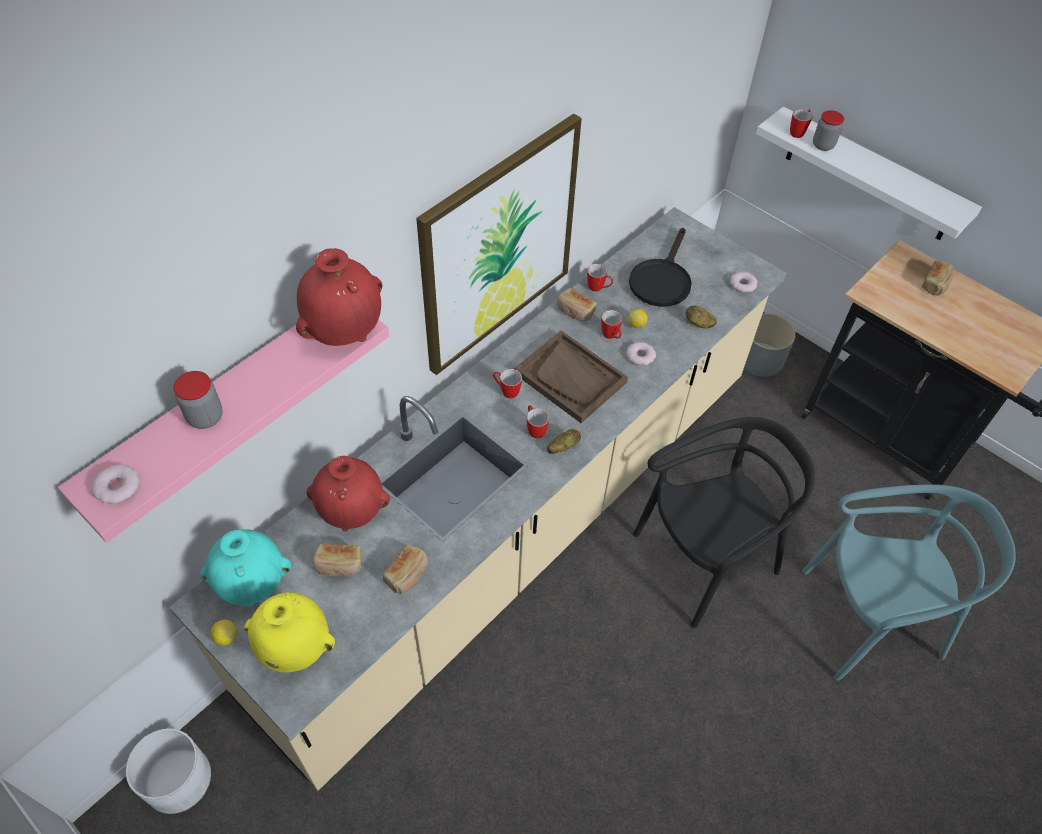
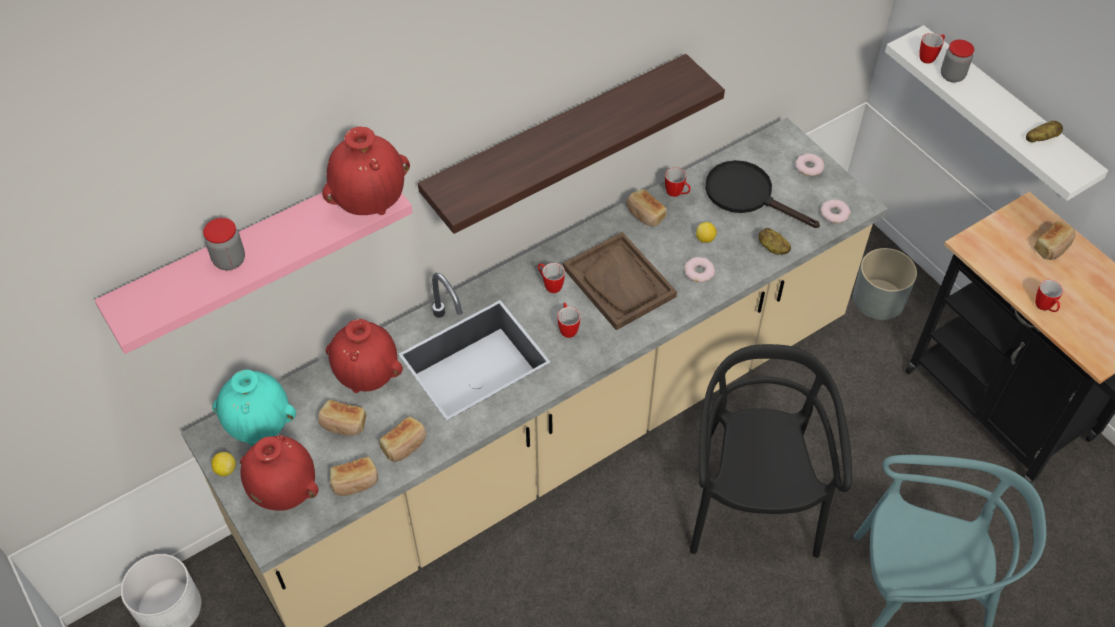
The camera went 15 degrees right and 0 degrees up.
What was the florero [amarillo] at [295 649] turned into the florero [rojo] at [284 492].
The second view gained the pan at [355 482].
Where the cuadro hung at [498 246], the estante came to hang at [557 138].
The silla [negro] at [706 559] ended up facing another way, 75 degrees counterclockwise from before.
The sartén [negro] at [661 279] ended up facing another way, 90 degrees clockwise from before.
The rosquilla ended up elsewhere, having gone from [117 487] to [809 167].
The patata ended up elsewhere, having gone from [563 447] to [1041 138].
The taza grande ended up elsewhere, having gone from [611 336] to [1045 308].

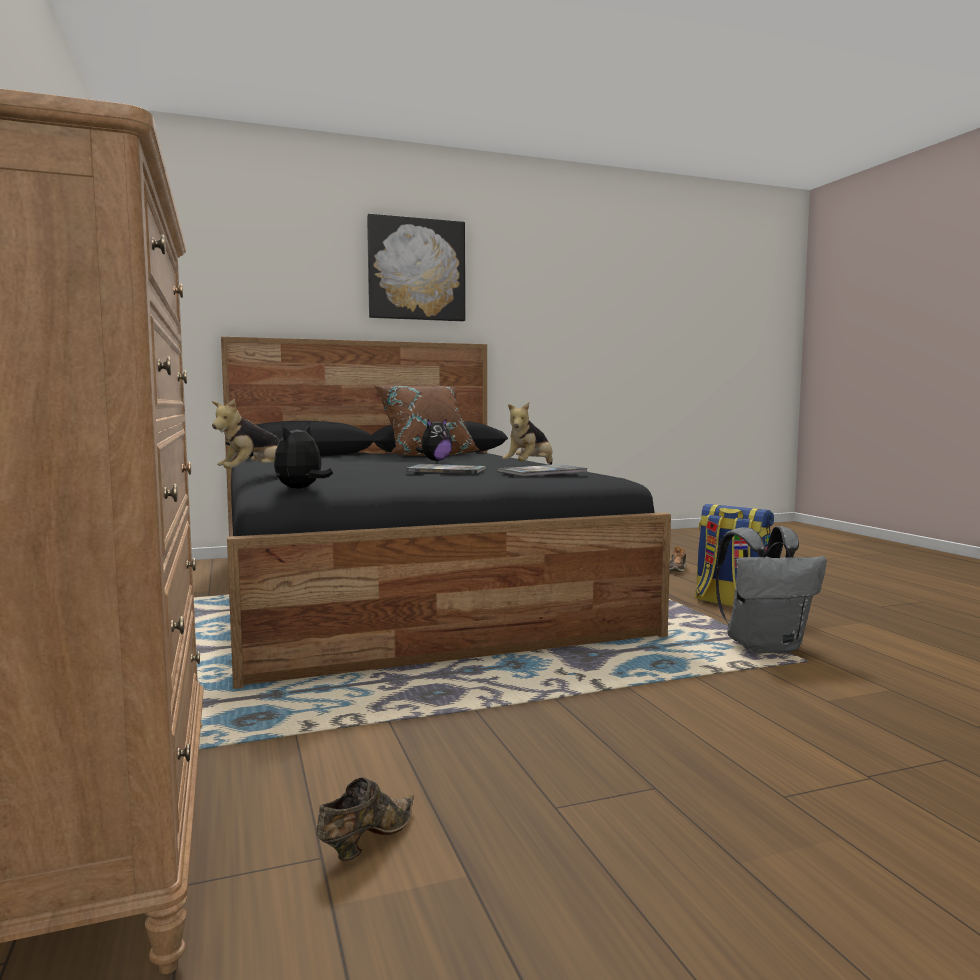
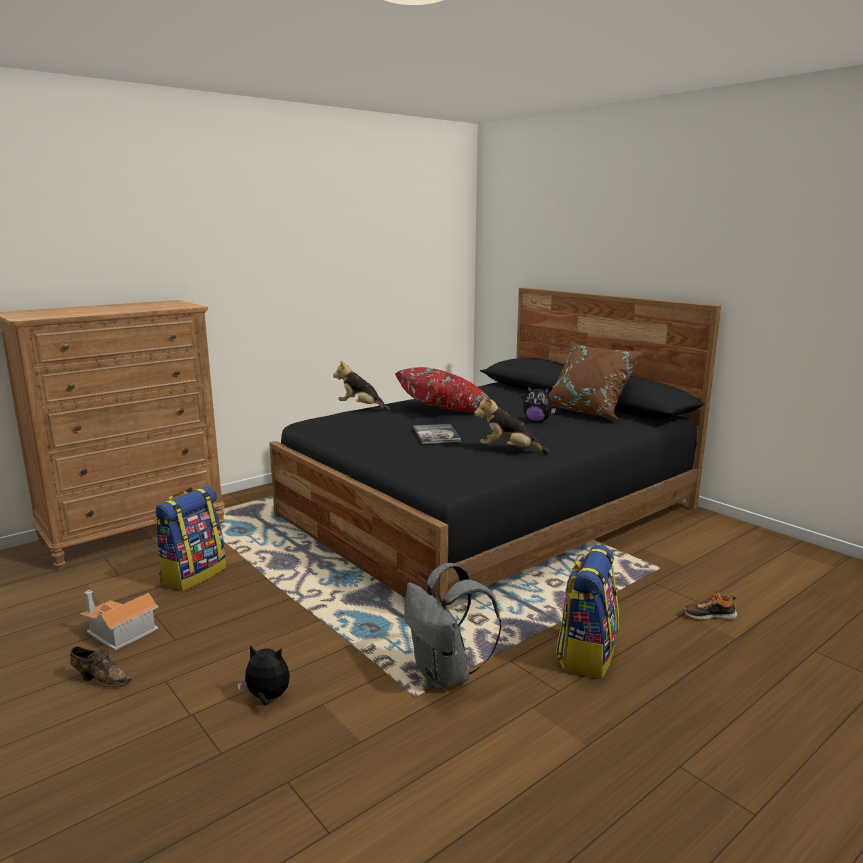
The camera went 70 degrees right and 10 degrees up.
The zapato [marrón] ended up elsewhere, having gone from [365 841] to [100 679].
The second view gained the casita at [119 633].
The second view gained the mochila at [193 575].
The peluche ended up elsewhere, having gone from [301 489] to [267 698].
The second view gained the cojín [rojo] at [446 409].
The second view lost the cuadro at [416 269].
The second view lost the libro at [542 472].

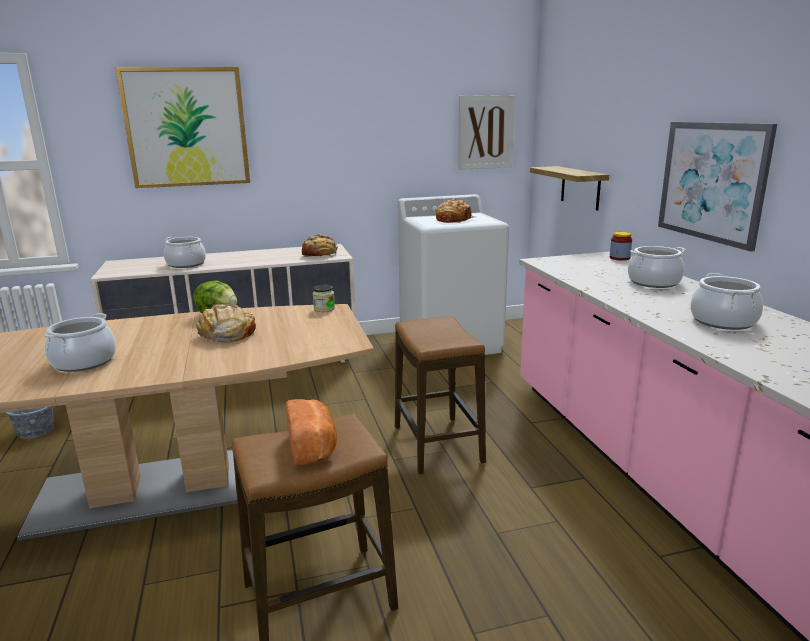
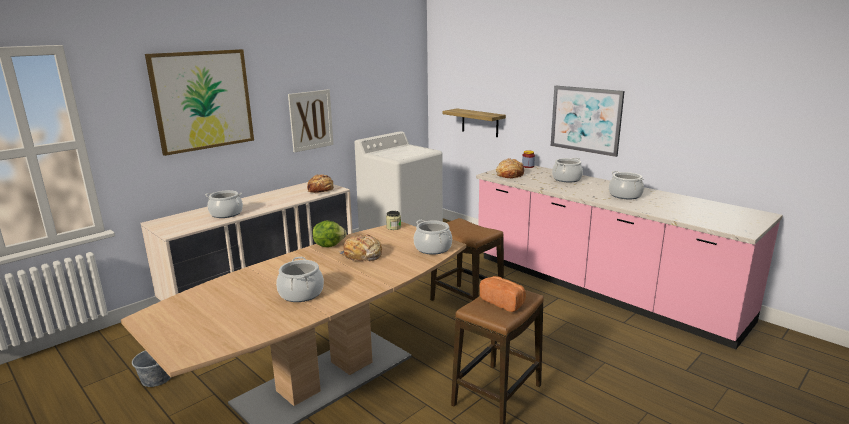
The camera went 30 degrees left and 0 degrees up.
The cuadro ended up elsewhere, having gone from [485 132] to [311 120].
The second view gained the olla at [432 248].
The pan ended up elsewhere, having gone from [453 220] to [510 174].

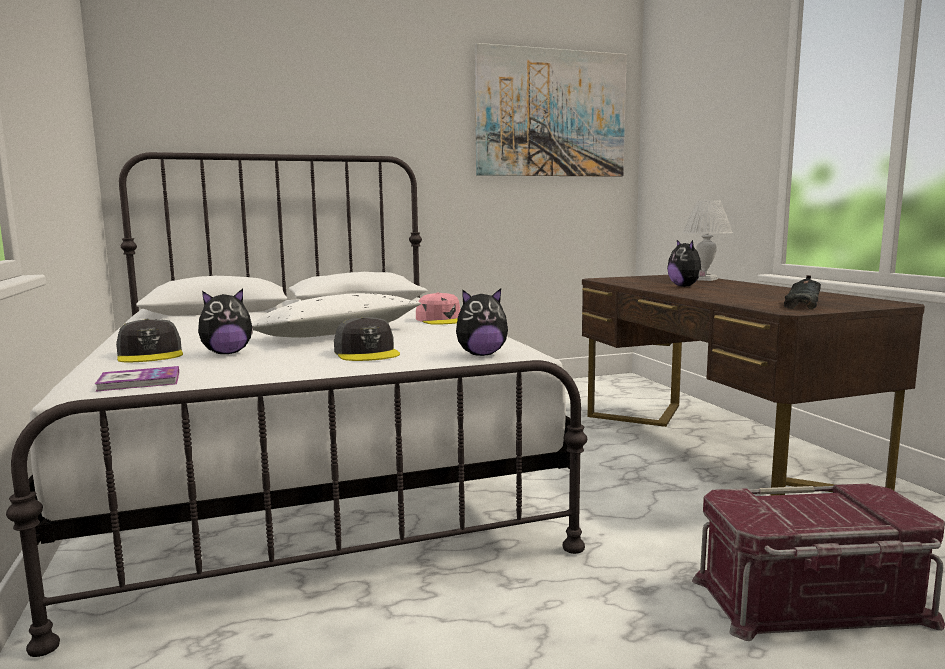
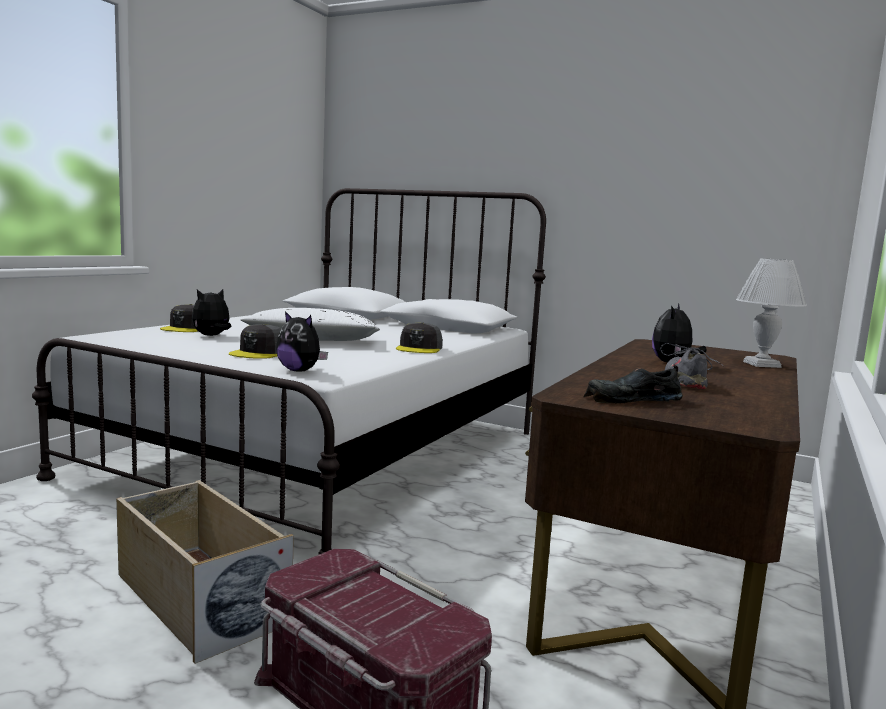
The camera went 45 degrees right and 0 degrees up.
The second view gained the caja de almacenaje [beis] at [198 599].
The peluche at [227 353] ended up facing another way, 120 degrees clockwise from before.
What was the gorra [rosa] at [442 320] turned into the gorra [gris] at [419 348].
The second view gained the zapato [gris] at [686 381].
The second view lost the libro at [139 381].
The second view lost the cuadro at [551 114].

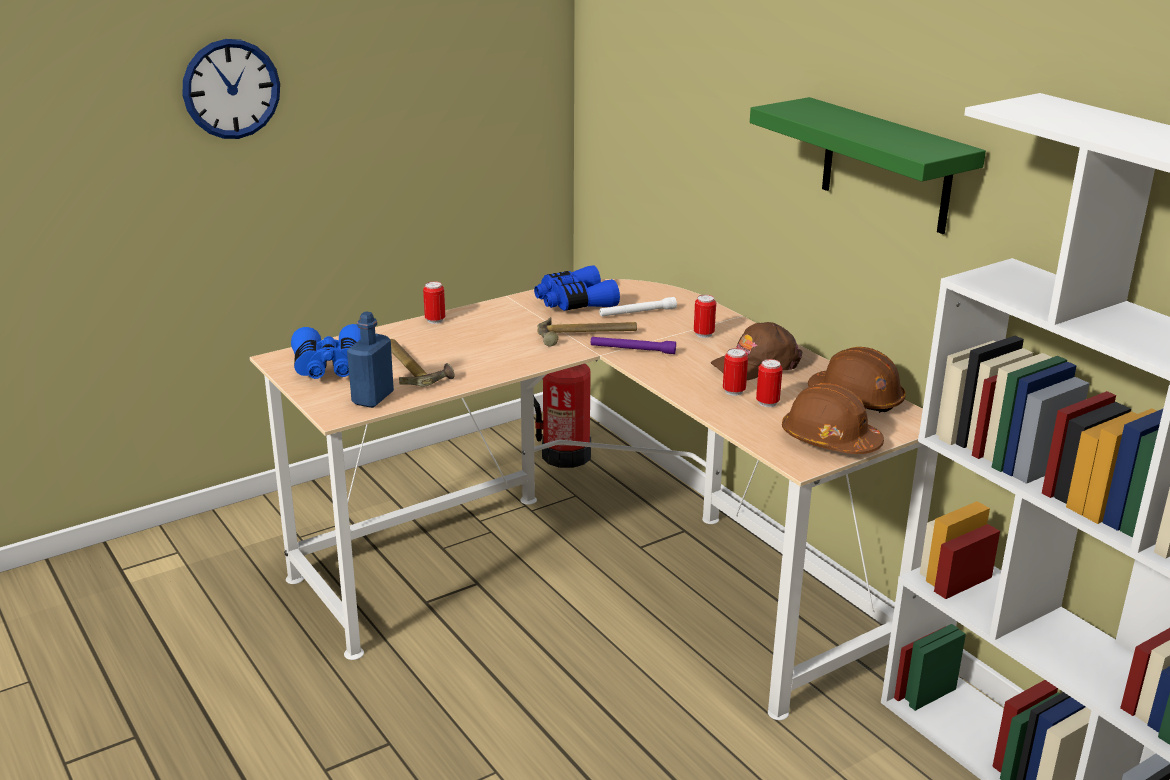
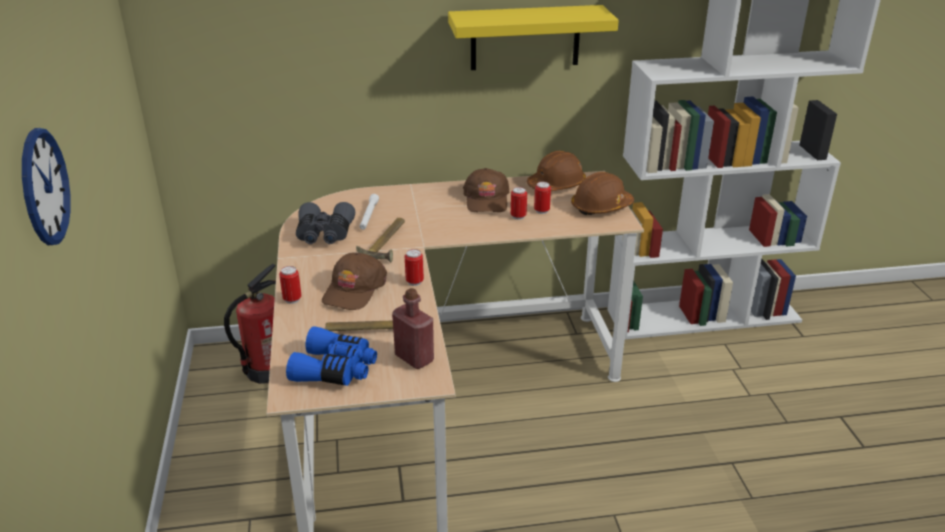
The camera went 65 degrees left and 5 degrees up.
What was the prismáticos [azul] at [574 303] turned into the prismáticos [gris] at [324 234].
The second view gained the gorra [marrón] at [354 290].
What was the botella [azul] at [373 398] turned into the botella [rojo] at [414 358].
The lata ended up elsewhere, having gone from [703 334] to [414 282].
What was the estante [verde] at [886 166] turned into the estante [amarillo] at [525 37].
The second view lost the linterna [morado] at [632 350].

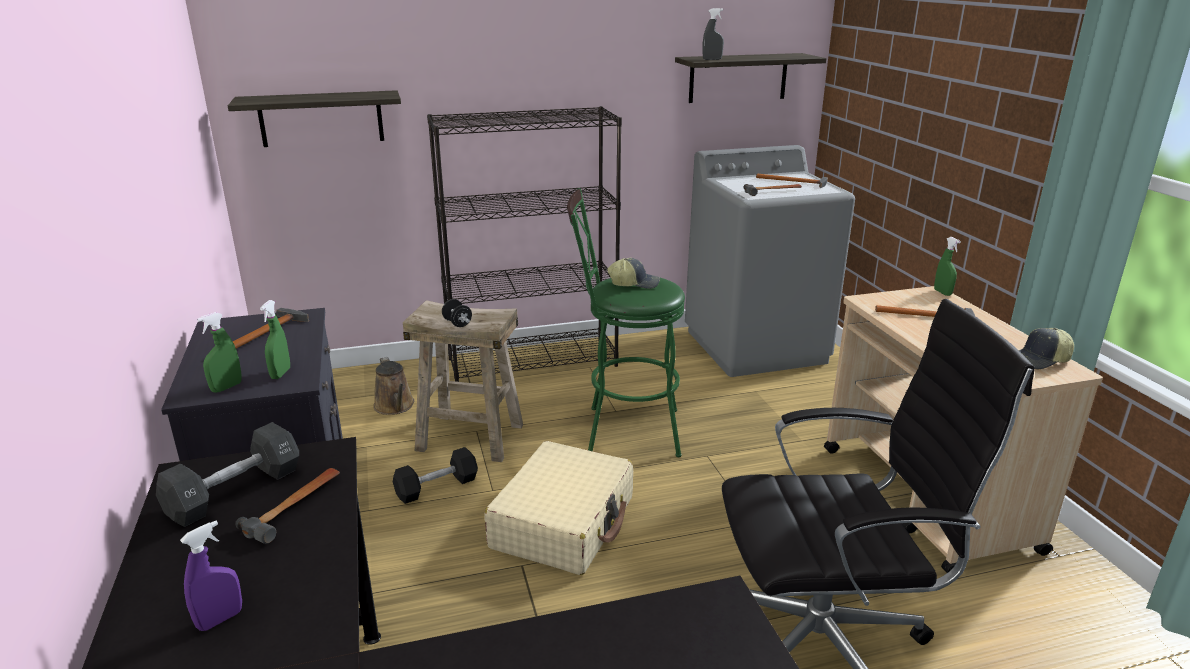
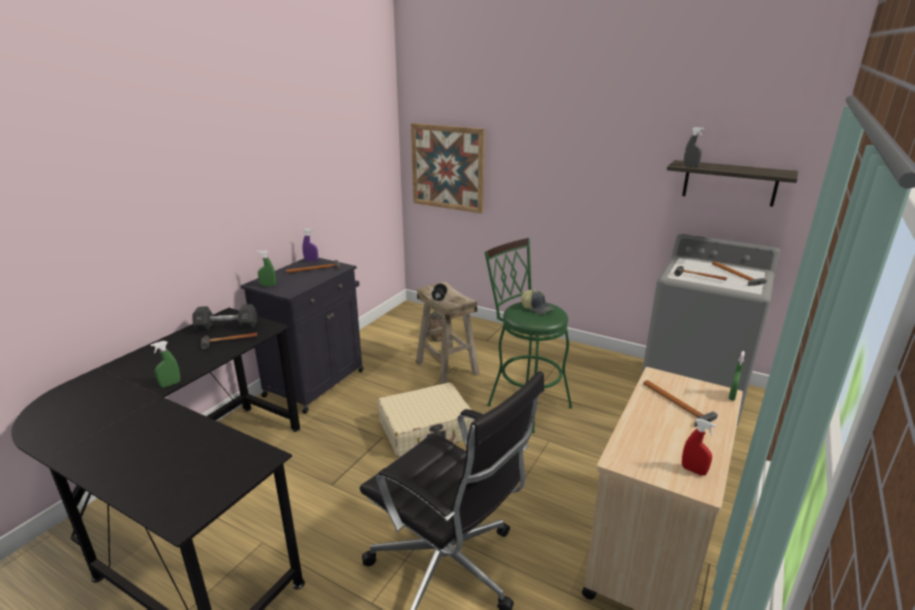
The camera went 45 degrees right and 0 degrees up.
The pulverizador [verde] ended up elsewhere, having gone from [280 374] to [170 384].
The pulverizador [morado] ended up elsewhere, having gone from [220 619] to [311 260].
Where the estante hung at [321 118], the cuadro came to hang at [447 167].
Where the gorra stood at [1040 360], the pulverizador [rojo] came to stand at [693 470].
The second view lost the mancuerna [negro] at [437 487].
The second view lost the estantería [negro] at [533 362].

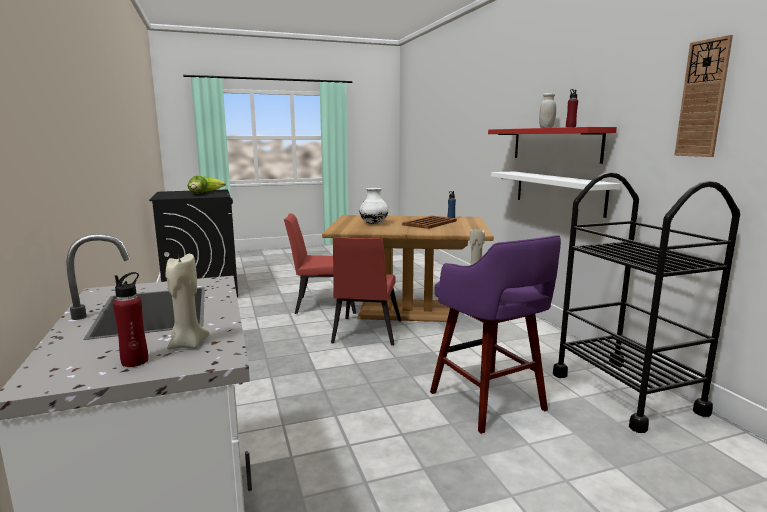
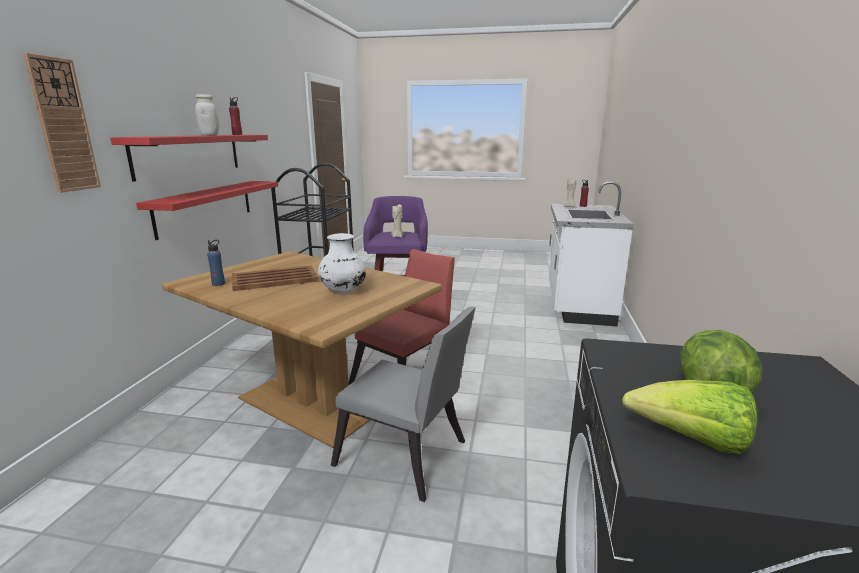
The camera went 150 degrees left and 5 degrees up.
The reloj de pared ended up elsewhere, having gone from [703 99] to [63 126].
What was the estante [blanco] at [558 192] turned into the estante [rojo] at [206 207].
What was the silla [rojo] at [321 305] turned into the silla [gris] at [407 458].

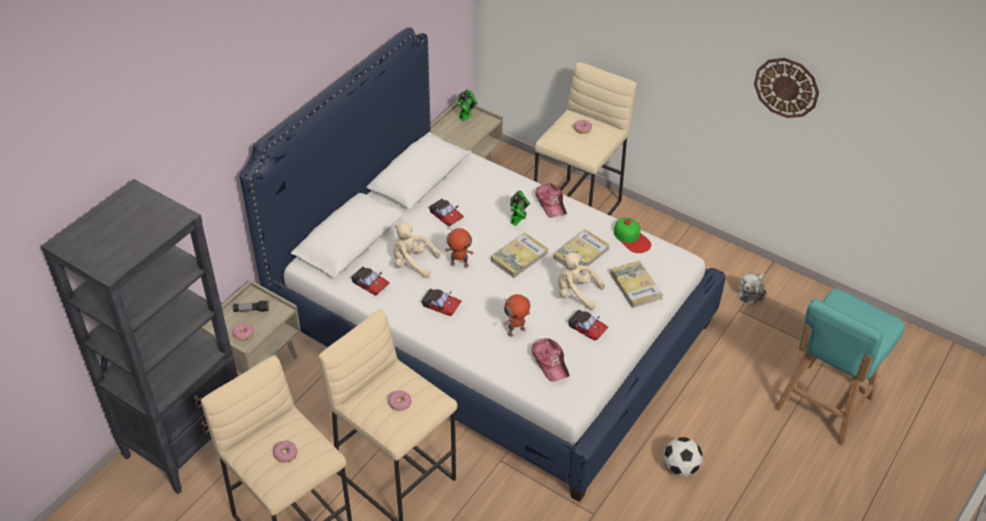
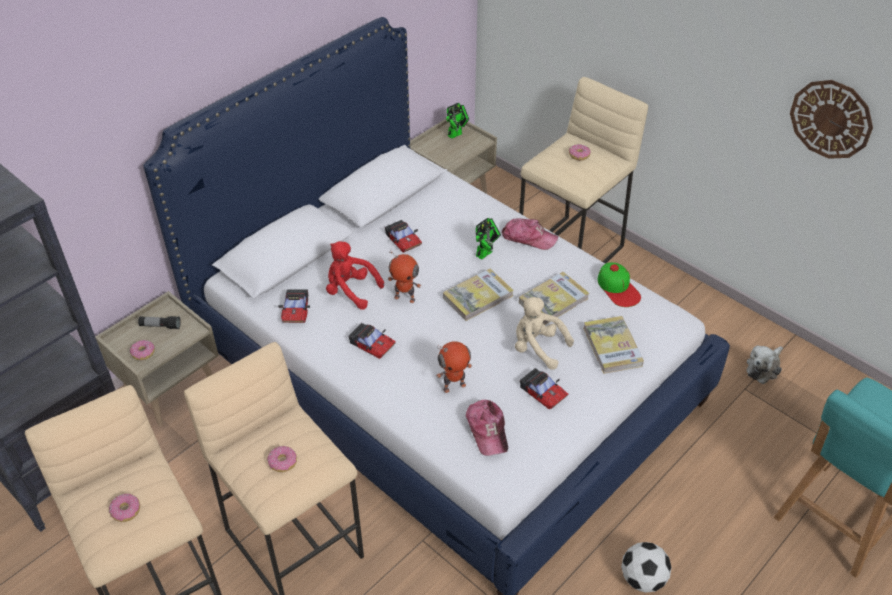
The camera went 10 degrees right and 0 degrees up.
The coche de juguete at [370 284] ended up facing another way, 45 degrees clockwise from before.
What was the peluche [beis] at [412 263] turned into the peluche [rojo] at [350 290].
The gorra at [551 203] ended up facing another way, 60 degrees counterclockwise from before.

